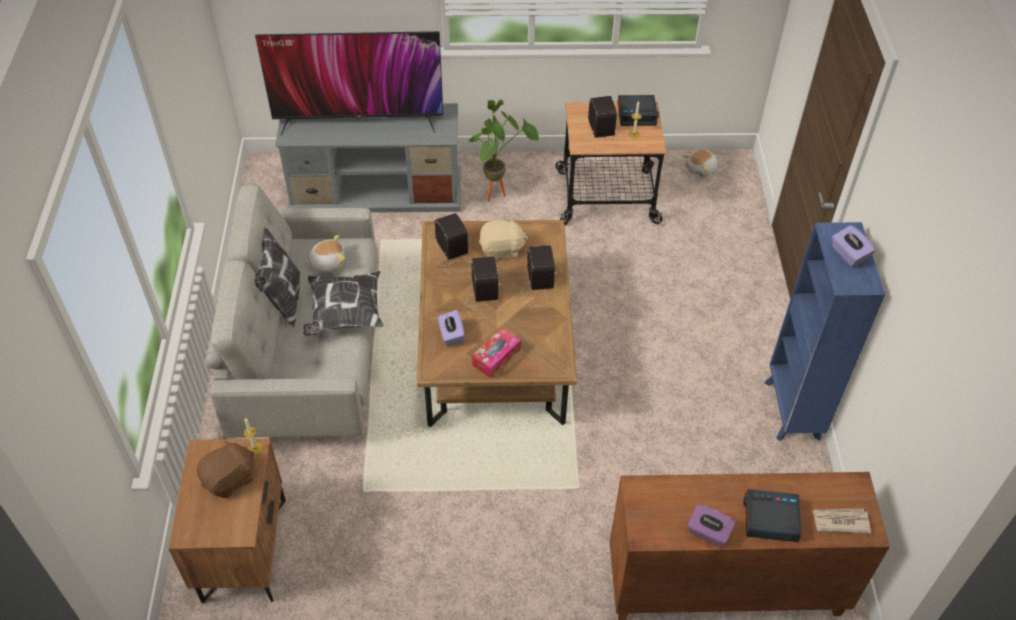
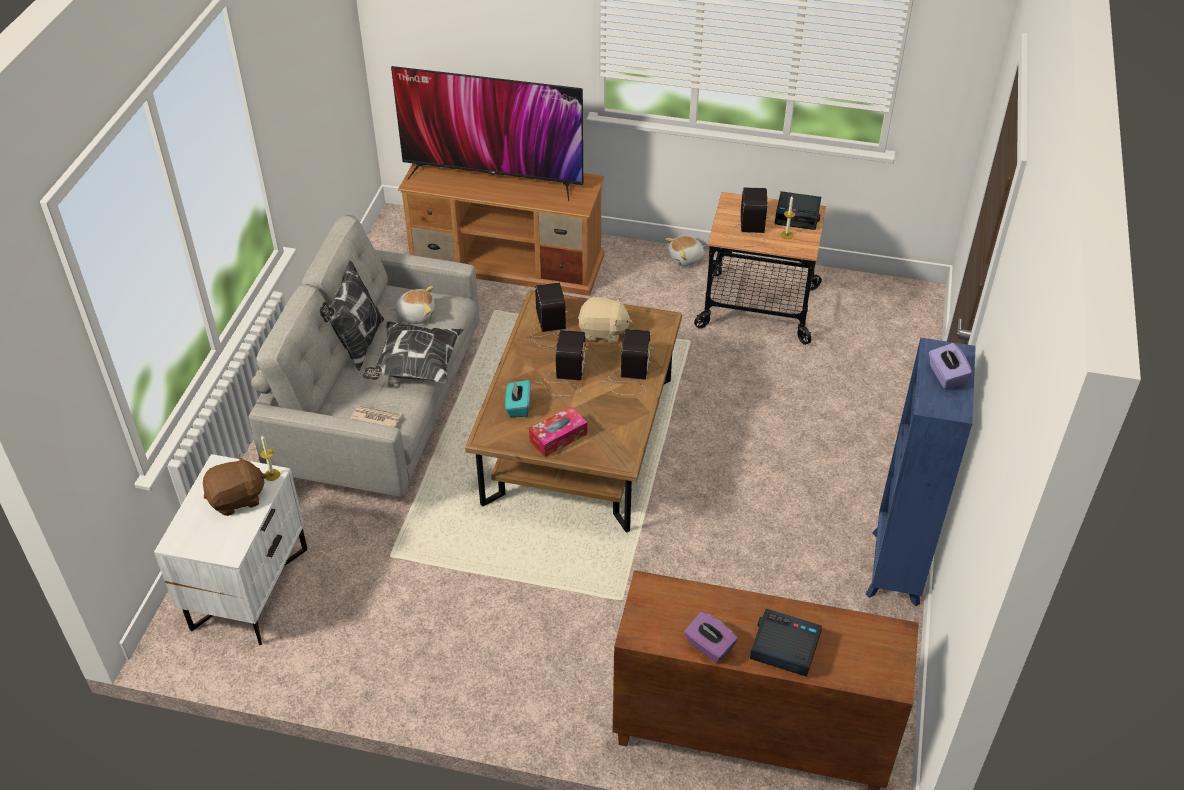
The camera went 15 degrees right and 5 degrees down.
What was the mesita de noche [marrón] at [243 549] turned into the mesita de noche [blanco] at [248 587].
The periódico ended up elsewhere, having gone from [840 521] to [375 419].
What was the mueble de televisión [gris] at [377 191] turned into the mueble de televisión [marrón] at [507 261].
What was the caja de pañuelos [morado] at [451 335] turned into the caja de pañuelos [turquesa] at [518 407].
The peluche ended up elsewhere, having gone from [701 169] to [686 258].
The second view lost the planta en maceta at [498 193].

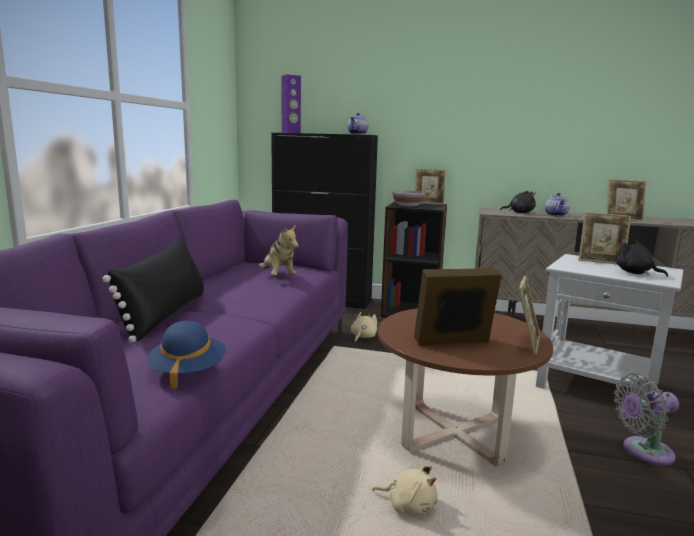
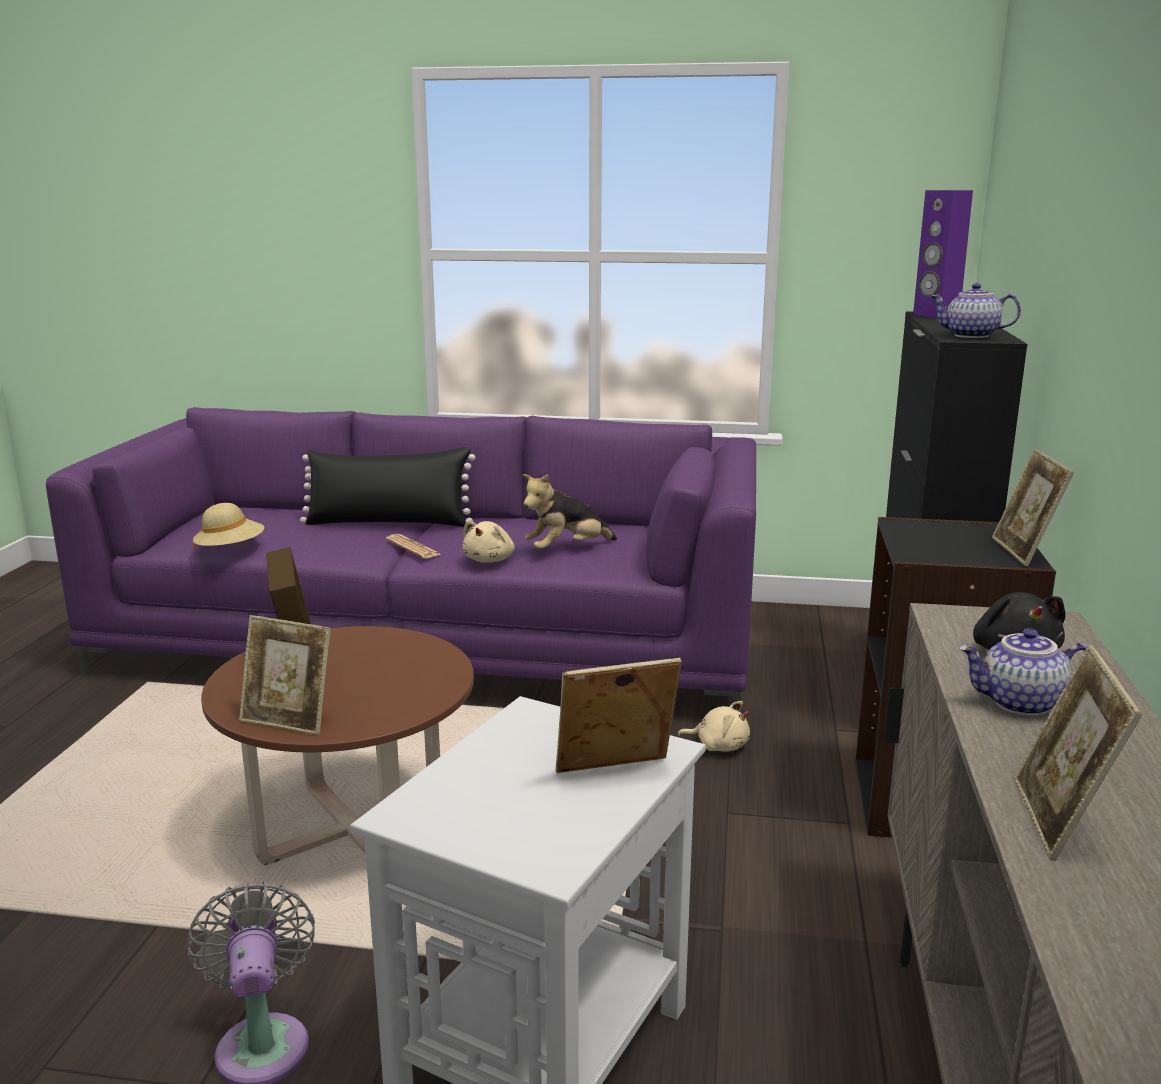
The camera went 85 degrees right and 5 degrees up.
What was the sombrero [azul] at [187 371] turned into the sombrero [beis] at [230 550].
The second view gained the periódico at [413 547].
The peluche [beis] ended up elsewhere, having gone from [409 505] to [490 560].
The portarretratos at [601 261] ended up facing another way, 60 degrees clockwise from before.
The second view lost the cuenco at [408 206].
The second view lost the peluche [negro] at [635 273].

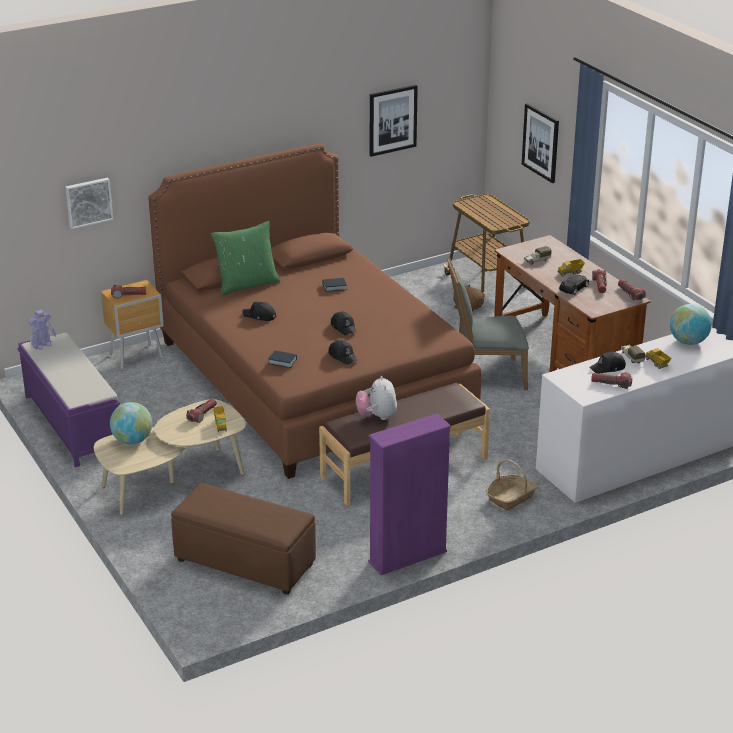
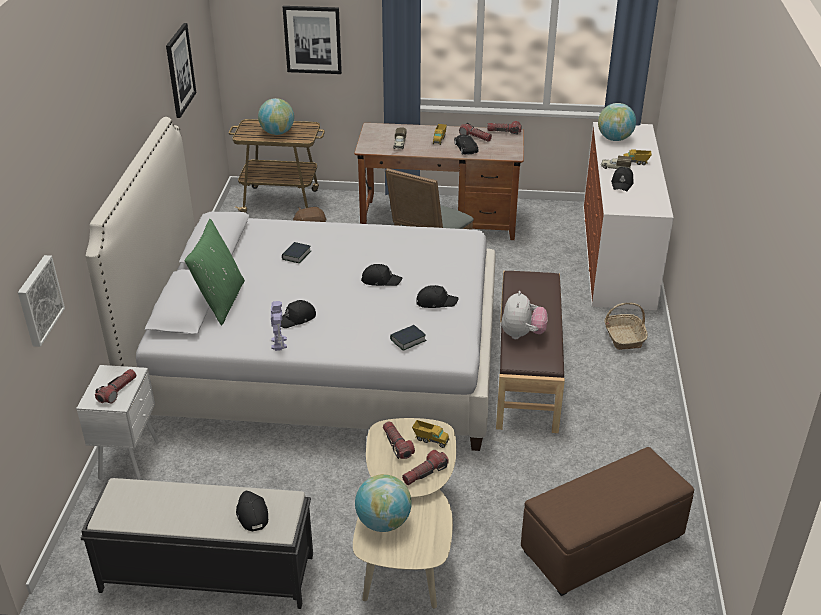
The camera went 55 degrees left and 5 degrees up.
What was the mesita de noche [marrón] at [138 357] turned into the mesita de noche [blanco] at [130 459].
What was the banco [morado] at [72 424] turned into the banco [negro] at [206 573].
What was the cama [marrón] at [312 379] turned into the cama [blanco] at [321 360].
The second view gained the gorra [negro] at [251 513].
The second view gained the globo terráqueo at [277 133].
The robot de juguete ended up elsewhere, having gone from [43 345] to [279 343].
The linterna ended up elsewhere, having gone from [611 384] to [425 473].
The peluche at [377 416] ended up facing another way, 105 degrees counterclockwise from before.
The second view lost the estantería [morado] at [407 557].

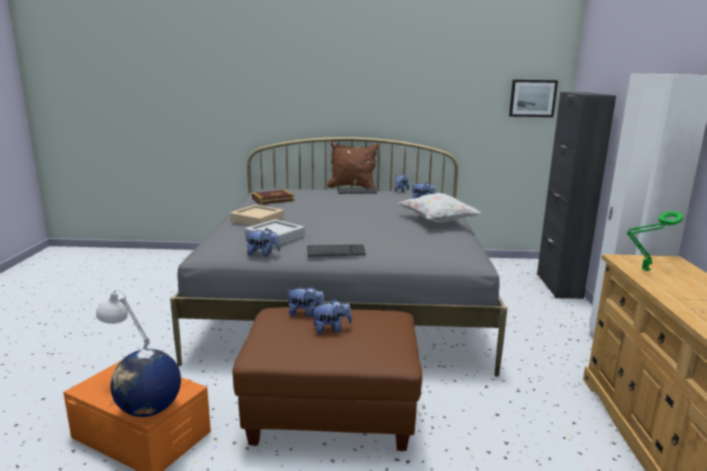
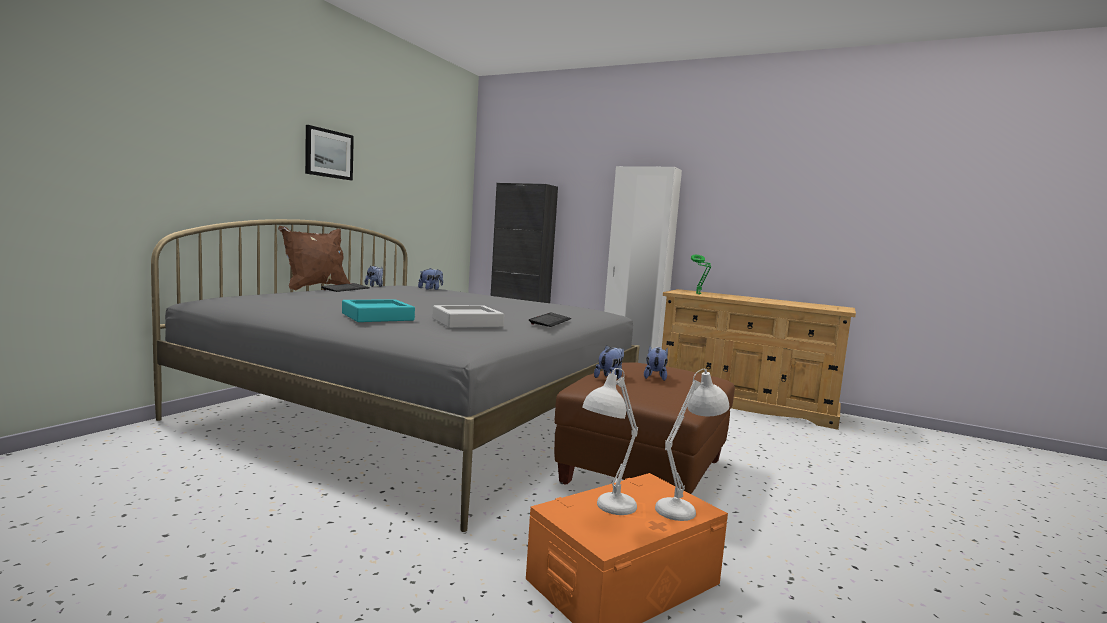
The camera went 65 degrees left and 10 degrees down.
The cuadro ended up elsewhere, having gone from [532 98] to [328 153].
What was the bandeja [beis] at [257 220] turned into the bandeja [turquesa] at [377 317].
Where the globo terráqueo stood at [149 410], the lámpara de mesa [blanco] came to stand at [687 507].
The second view lost the peluche at [263 254].
The second view lost the libro at [273 199].
The second view lost the cojín [blanco] at [438 222].

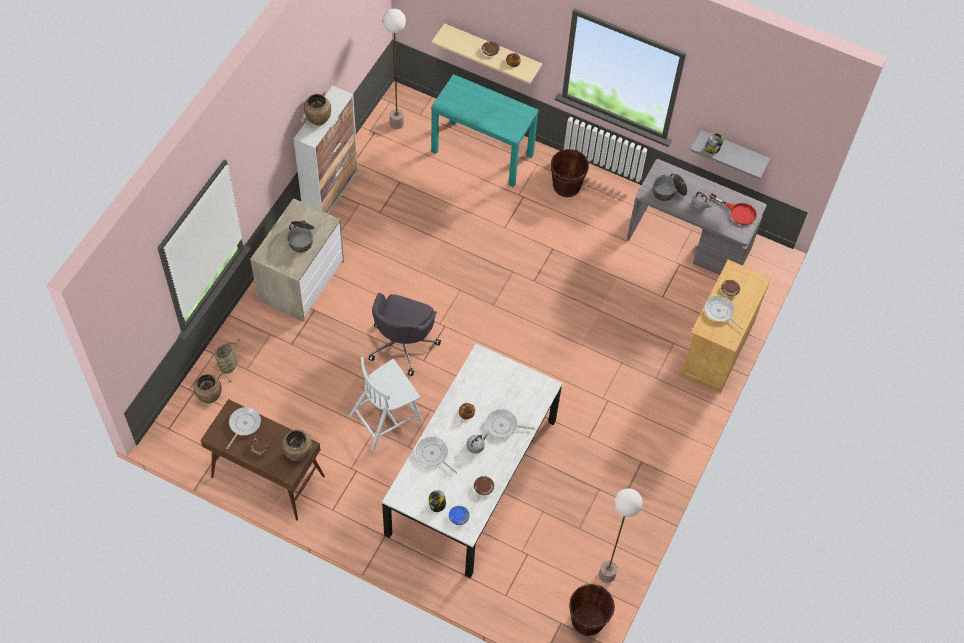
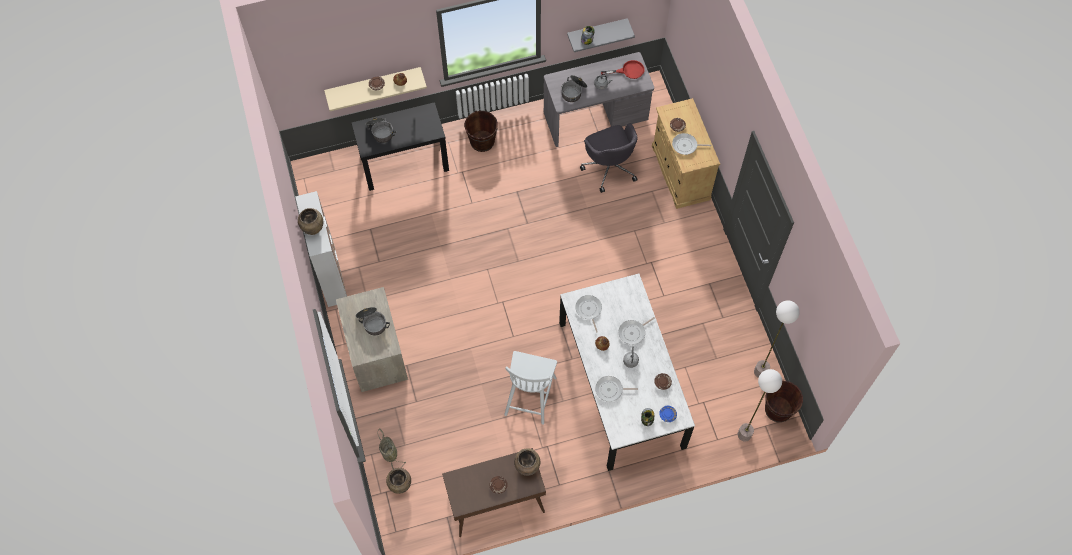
The camera went 40 degrees left and 5 degrees up.
What was the mesa consola [turquesa] at [482 153] turned into the mesa consola [negro] at [404 163].
The second view gained the olla at [380 131].
The sartén ended up elsewhere, having gone from [243 424] to [588 310].
The silla de oficina [gris] ended up elsewhere, having gone from [403 344] to [609 166].
The lámpara de pie ended up elsewhere, having gone from [396 123] to [744 434].

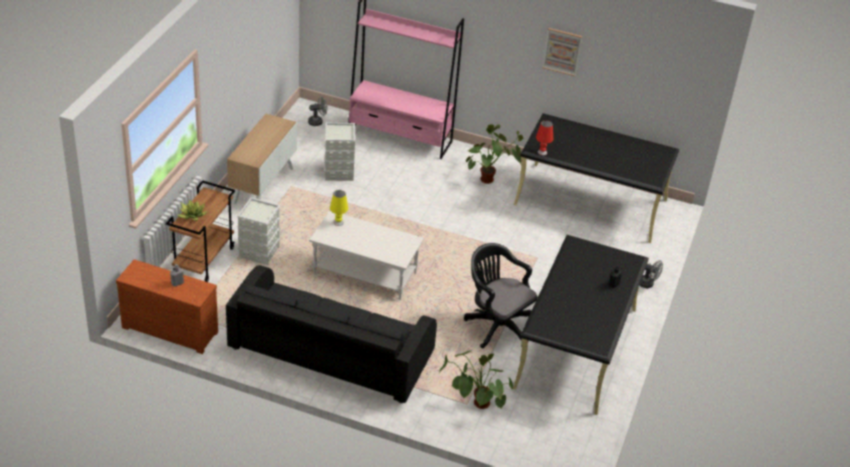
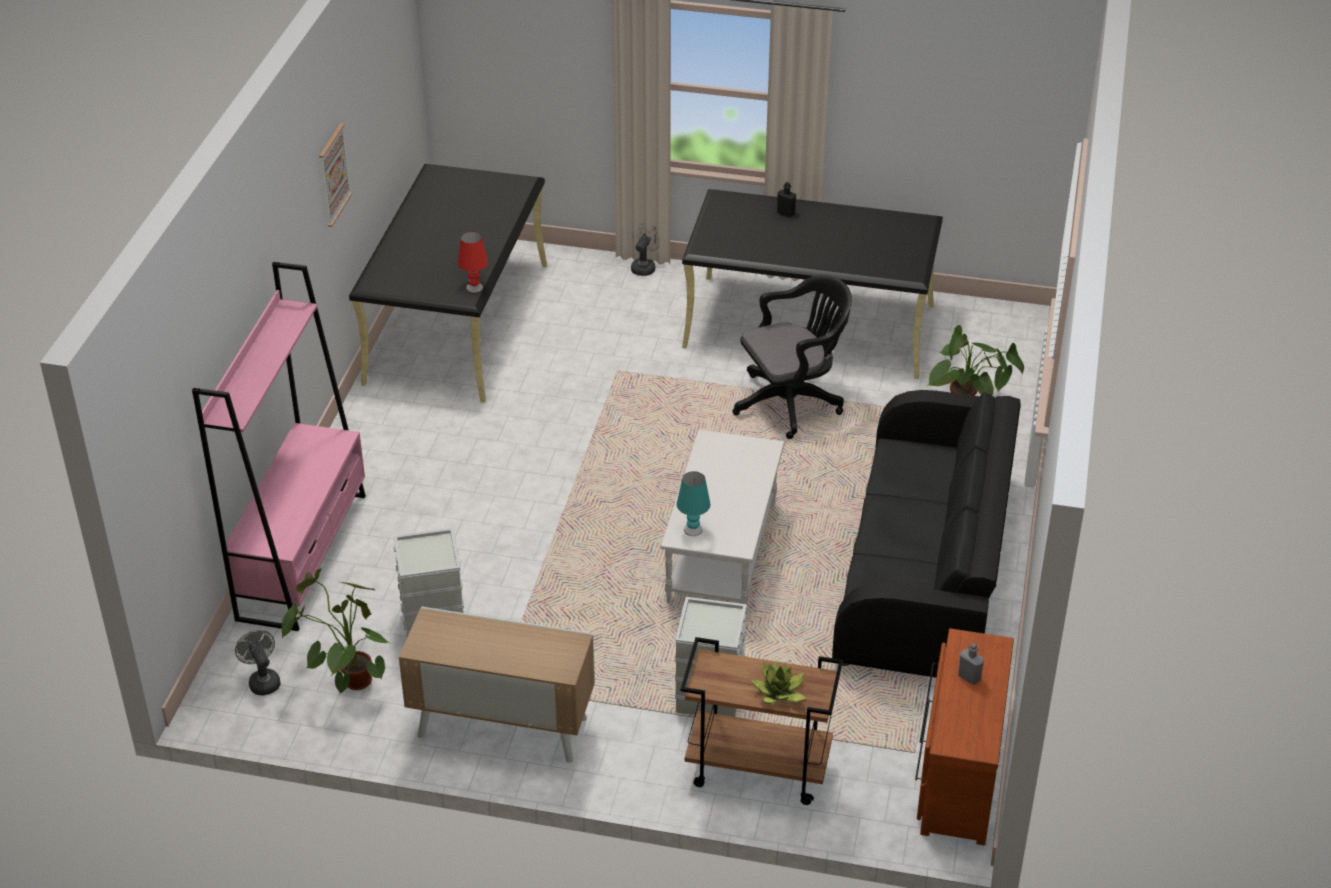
The camera went 95 degrees left and 0 degrees up.
The planta en maceta ended up elsewhere, having gone from [490 176] to [345 677].
What was the lámpara de mesa [amarillo] at [338 222] turned into the lámpara de mesa [turquesa] at [693 530].
The silla de oficina [negro] at [496 325] ended up facing another way, 150 degrees counterclockwise from before.

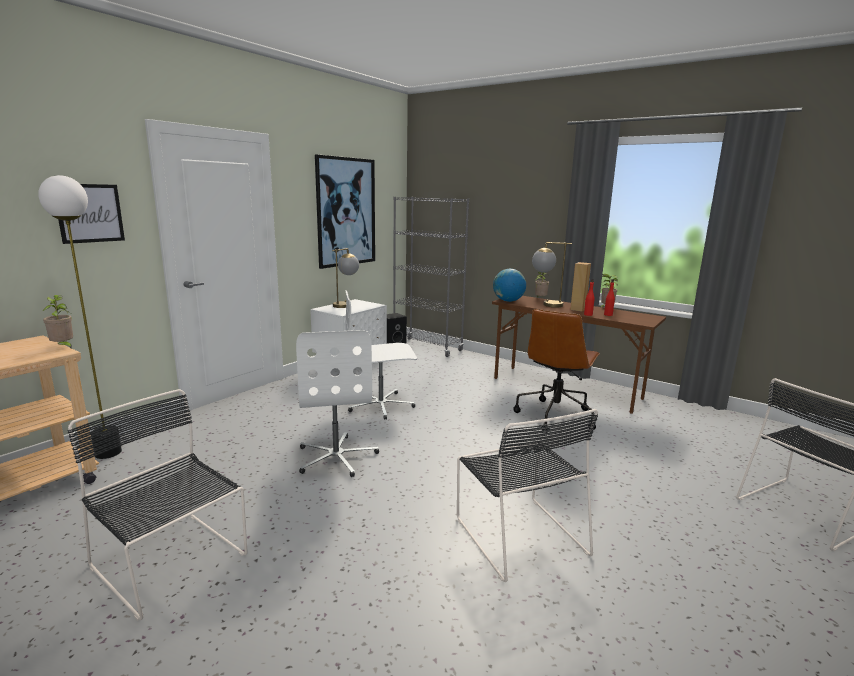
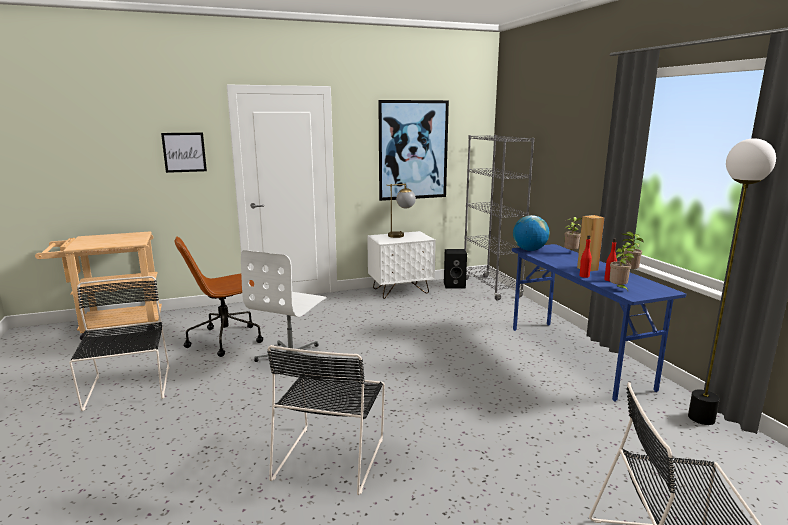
The camera went 35 degrees right and 0 degrees up.
The silla de oficina [marrón] ended up elsewhere, having gone from [555 416] to [227 339].
What was the escritorio [marrón] at [566 388] turned into the escritorio [azul] at [577 357].
The planta en maceta ended up elsewhere, having gone from [63 347] to [618 289].
The lámpara de pie ended up elsewhere, having gone from [108 453] to [701 418].
The second view lost the silla de oficina [blanco] at [381 405].
The second view lost the lámpara de mesa at [545 305].

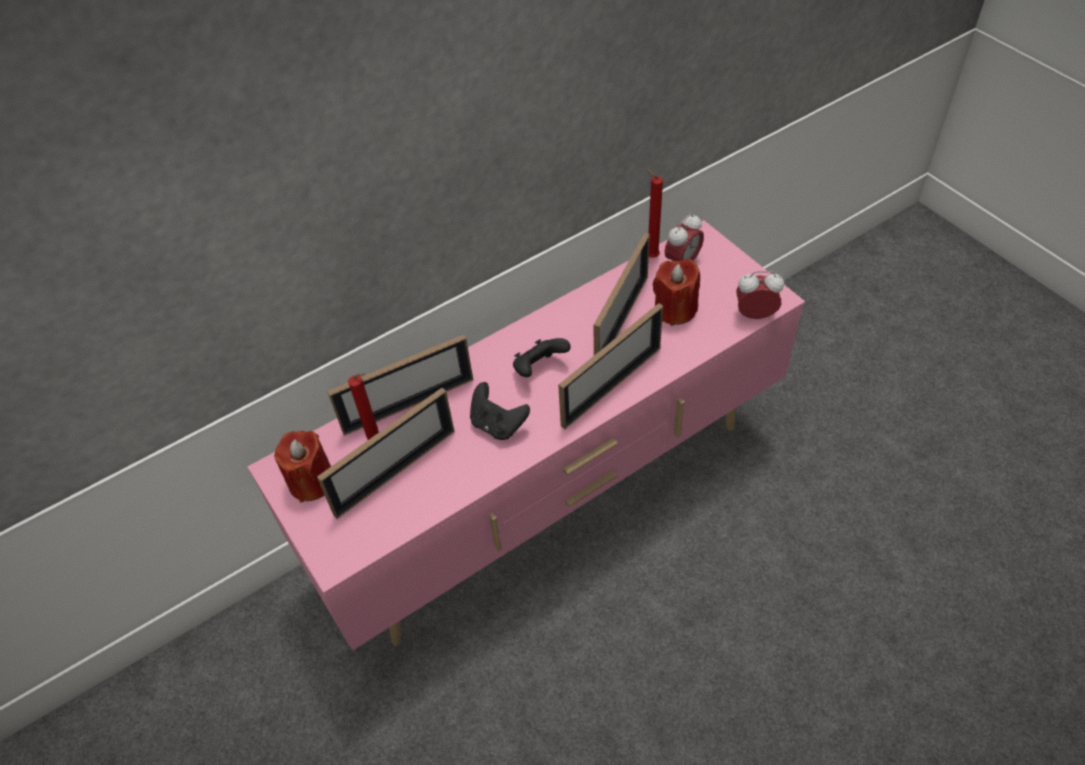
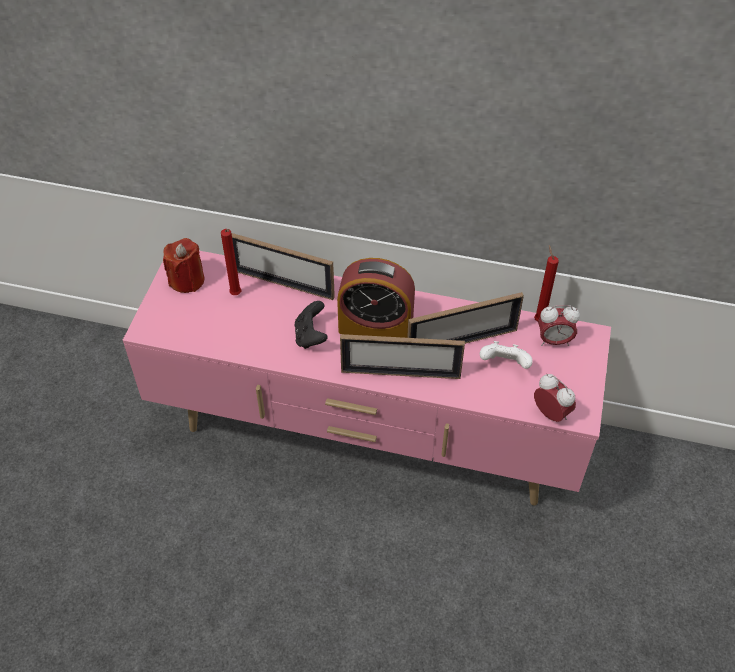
The camera went 45 degrees right and 0 degrees up.
Where the mando de consola [negro] stood at [539 368], the despertador came to stand at [375 326].
Where the vela [rojo] stood at [675 310], the mando de consola [blanco] came to stand at [504 365].
The second view lost the portarretratos at [395 472].

